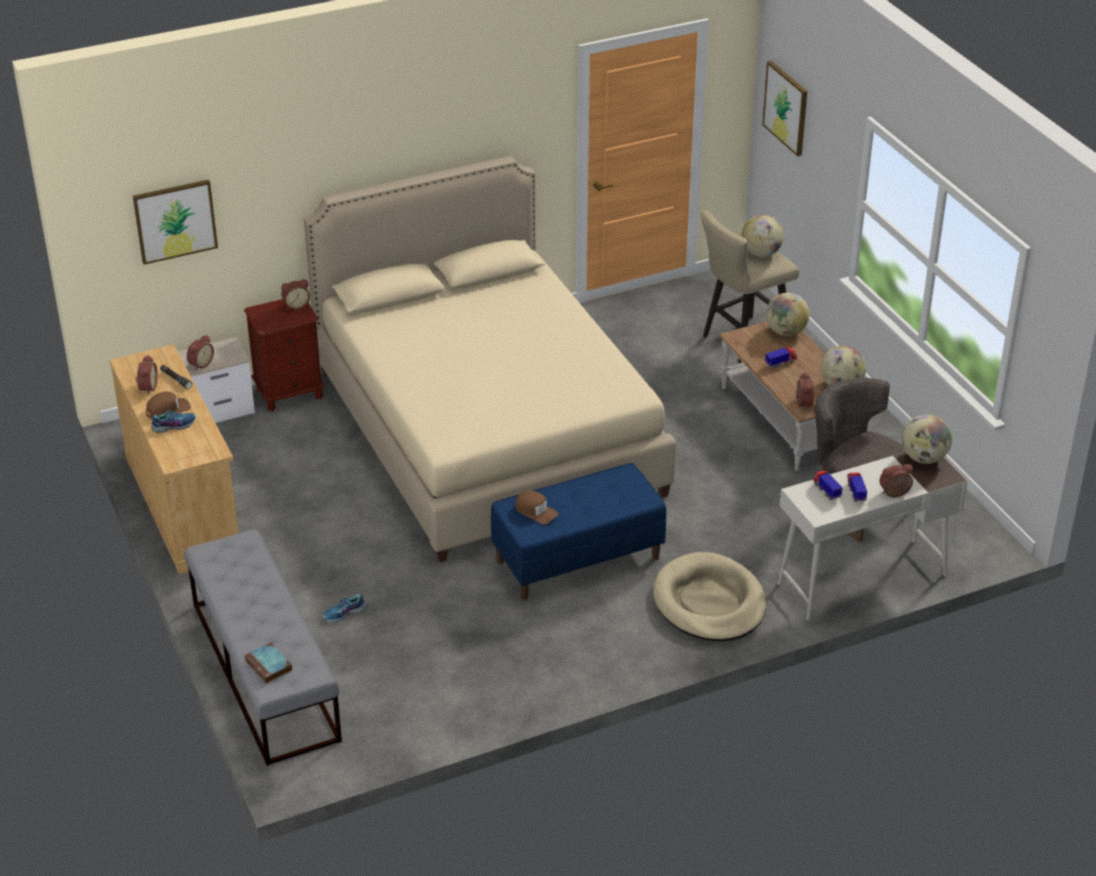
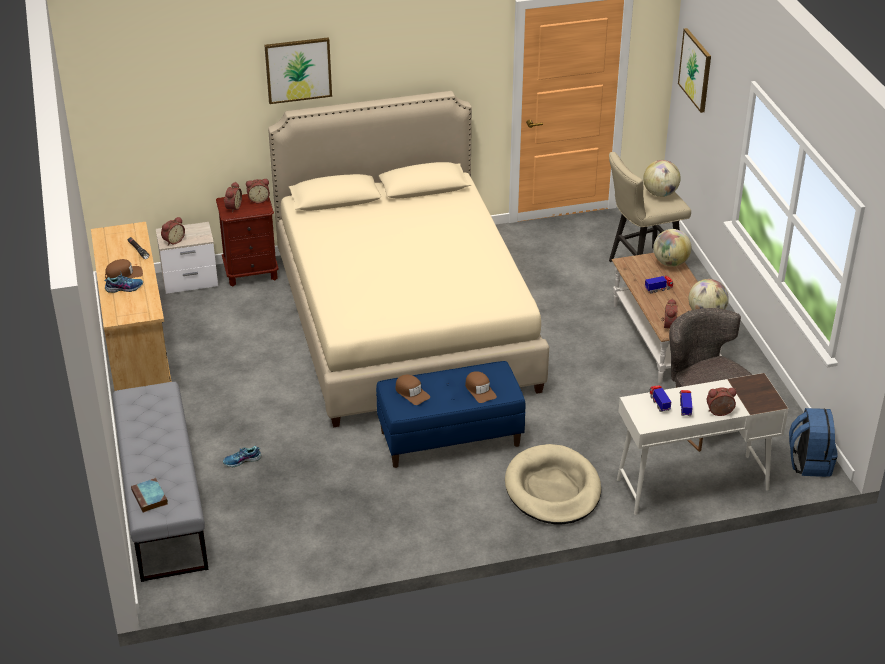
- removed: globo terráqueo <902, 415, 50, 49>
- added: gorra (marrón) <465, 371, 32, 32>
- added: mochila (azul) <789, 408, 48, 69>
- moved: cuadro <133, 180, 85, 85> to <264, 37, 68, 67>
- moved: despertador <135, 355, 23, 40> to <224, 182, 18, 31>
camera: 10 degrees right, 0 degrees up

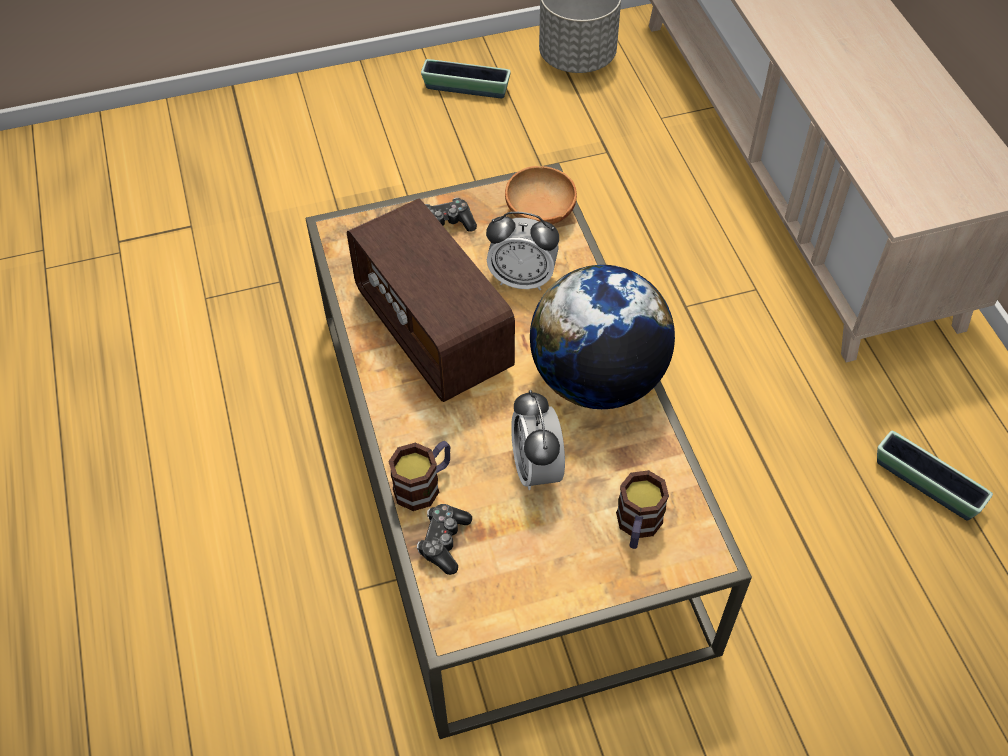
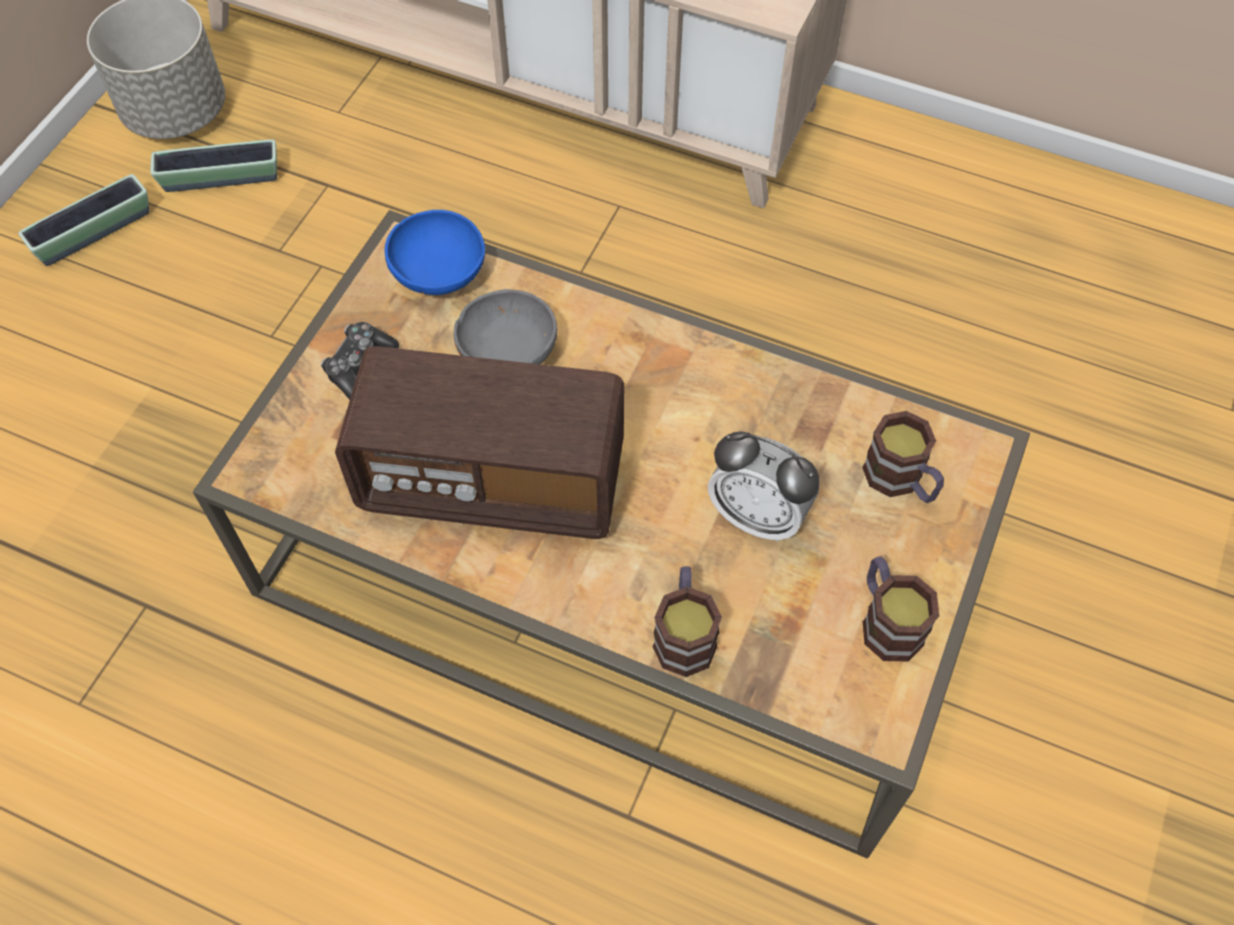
- removed: mando de consola <417, 504, 55, 71>
- removed: globo terráqueo <530, 265, 145, 144>
- added: taza grande <863, 556, 76, 106>
- moved: maceta <877, 431, 116, 90> to <150, 139, 127, 53>
- replaced: despertador <486, 212, 73, 78> to cuenco (gris) <454, 289, 103, 75>
- recoloured: cuenco (marrón) <505, 166, 72, 59> to cuenco (azul) <385, 210, 100, 85>
camera: 50 degrees left, 5 degrees up

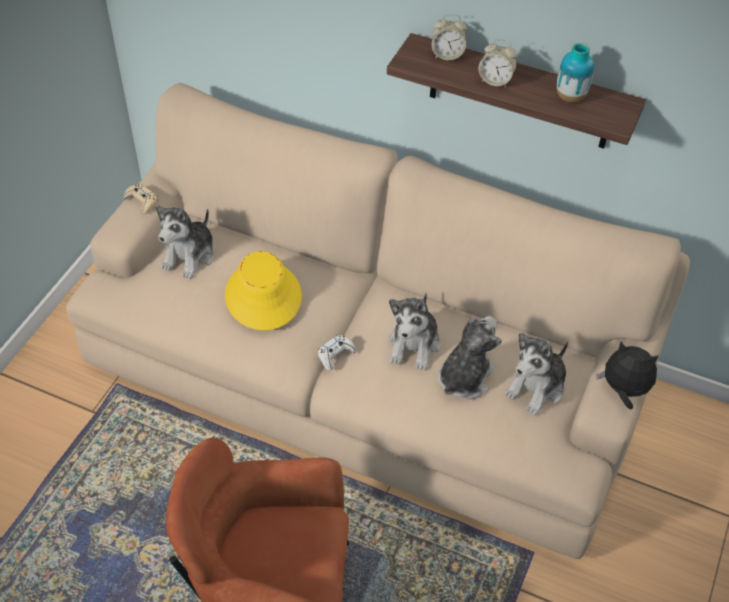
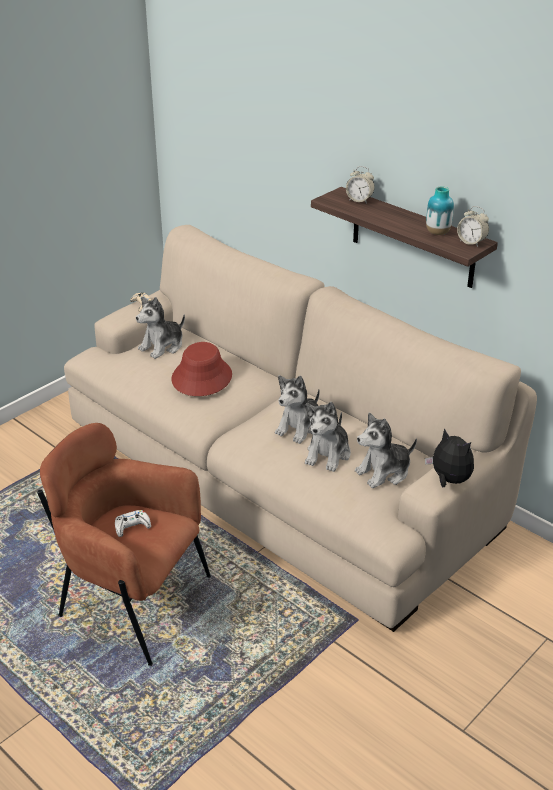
- moved: mando de consola (blanco) <318, 335, 38, 36> to <115, 510, 36, 27>
- moved: despertador <478, 39, 39, 48> to <457, 206, 32, 41>
- recoloured: sombrero (amarillo) <225, 251, 77, 79> to sombrero (rojo) <172, 342, 60, 54>
- turned: peluche <438, 316, 64, 83> = <305, 402, 46, 70> 150 degrees clockwise
camera: 20 degrees right, 15 degrees down

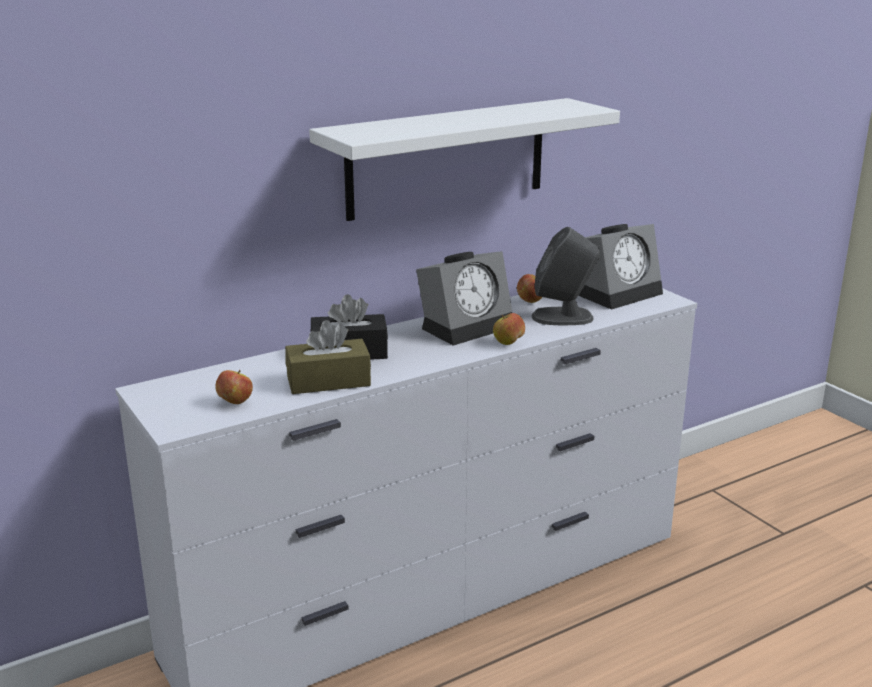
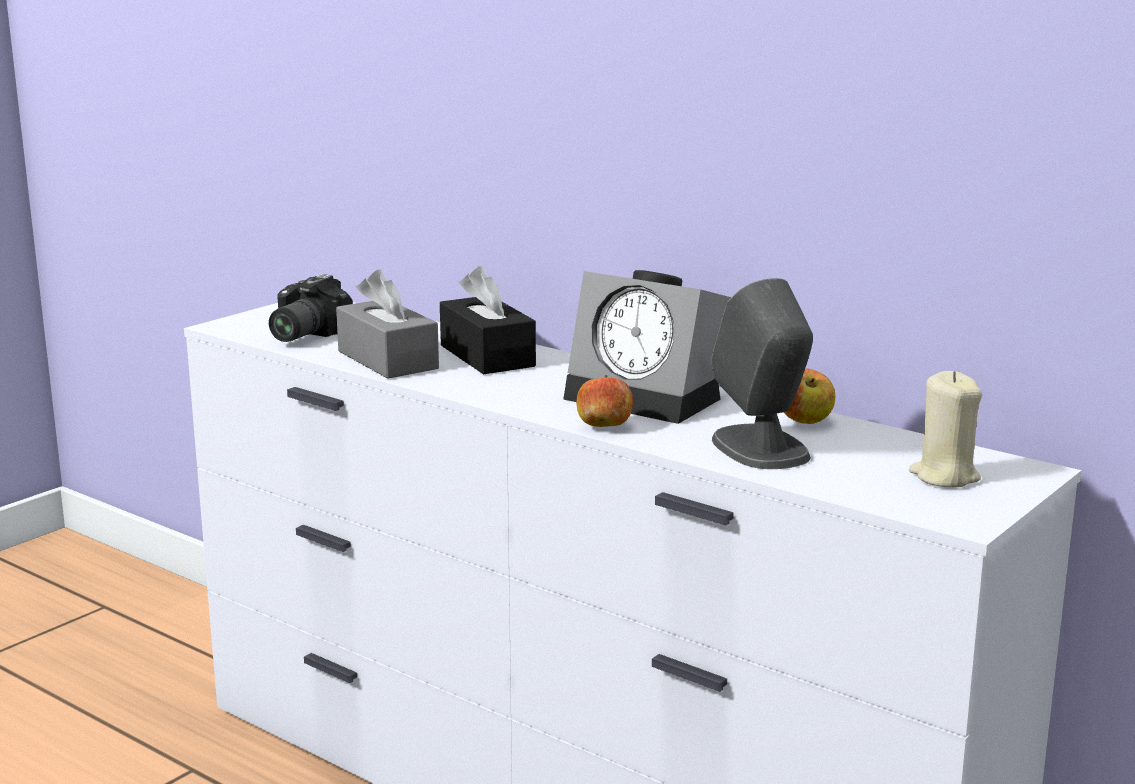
- removed: estante (blanco) <309, 98, 311, 123>
- replaced: manzana <215, 370, 38, 34> to cámara <269, 274, 84, 68>
- replaced: despertador <578, 224, 85, 86> to vela (beis) <909, 371, 73, 116>
- recoloured: caja de pañuelos (marrón) <285, 320, 86, 74> to caja de pañuelos (gris) <336, 270, 103, 109>
camera: 70 degrees right, 5 degrees down

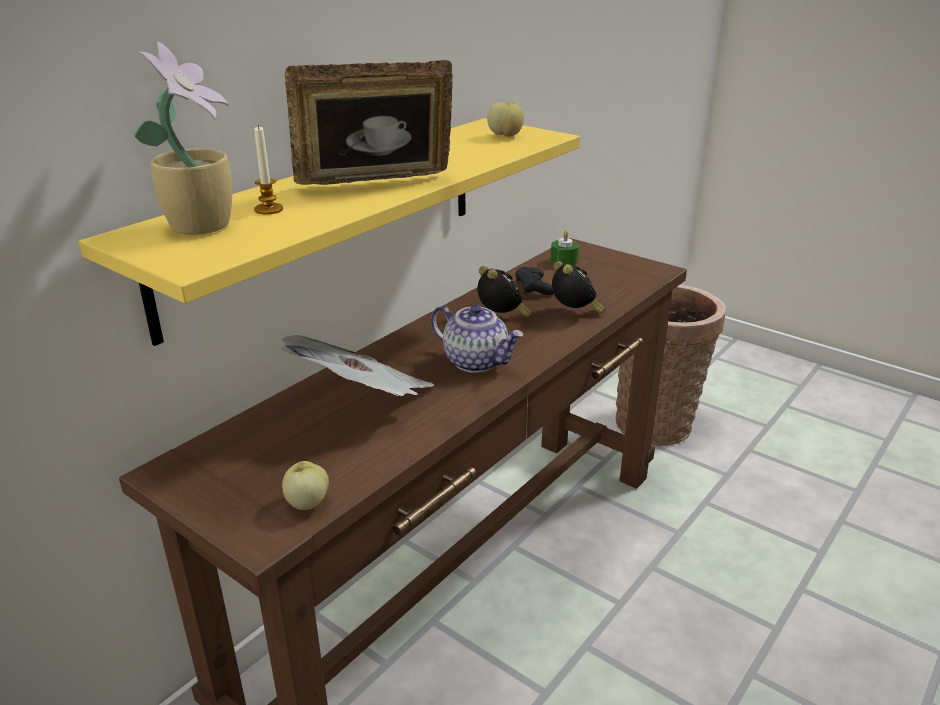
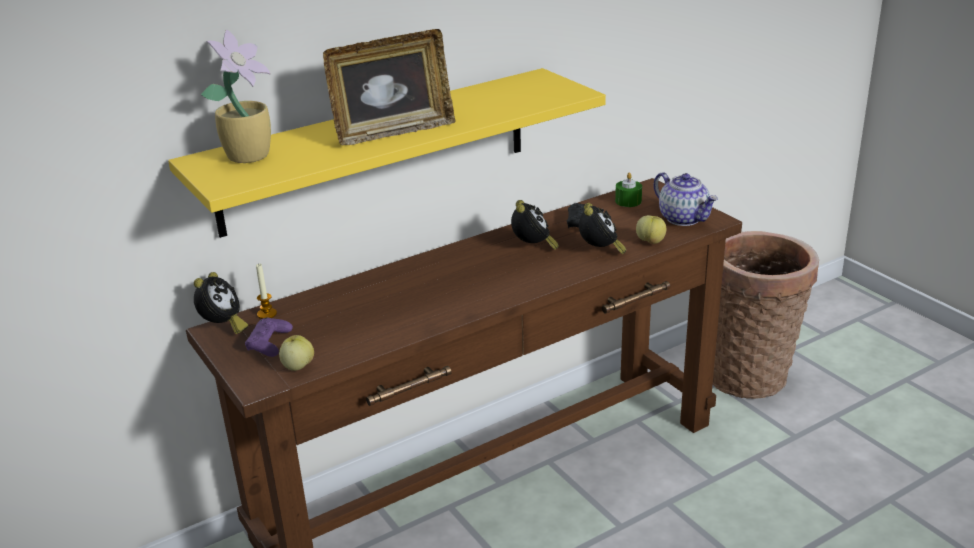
- removed: periódico <279, 335, 155, 62>
- added: despertador <194, 272, 54, 62>
- added: mando de consola (morado) <245, 317, 48, 40>
- moved: vela <254, 125, 29, 90> to <256, 263, 21, 56>
- moved: tetera <431, 304, 93, 69> to <654, 172, 64, 54>
- moved: manzana <487, 102, 37, 35> to <636, 215, 30, 29>
- turned: portarretratos <285, 60, 168, 125> = <323, 29, 133, 116> 150 degrees clockwise
camera: 20 degrees right, 0 degrees up

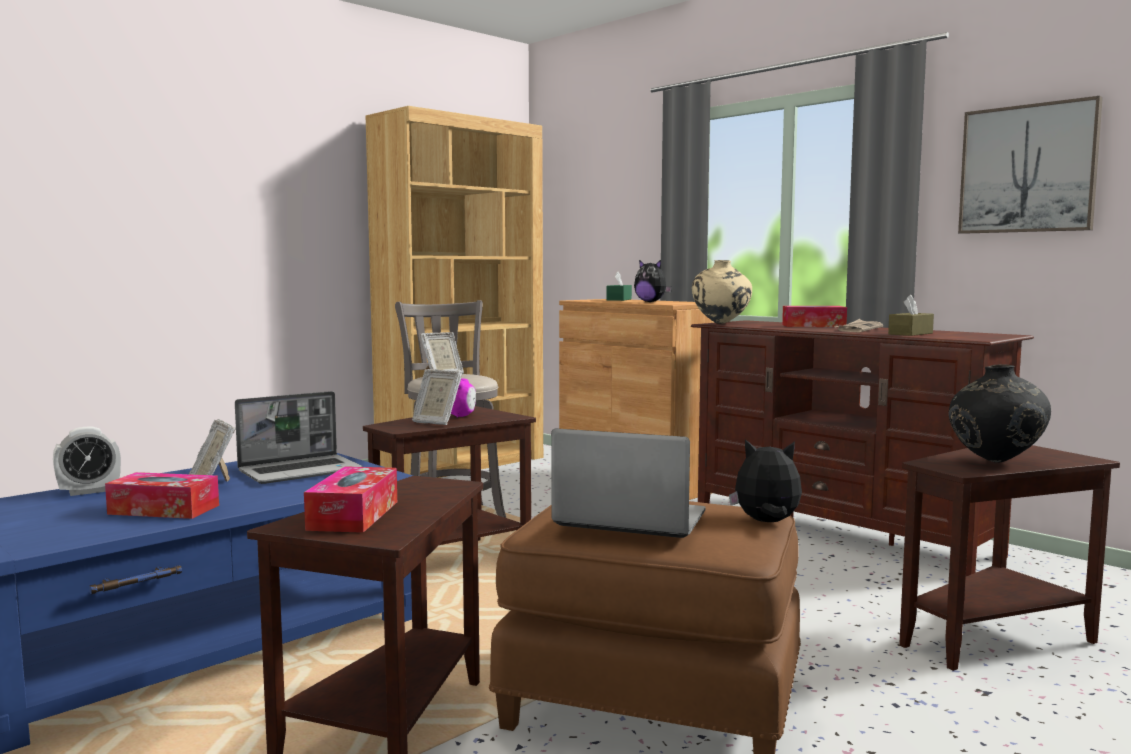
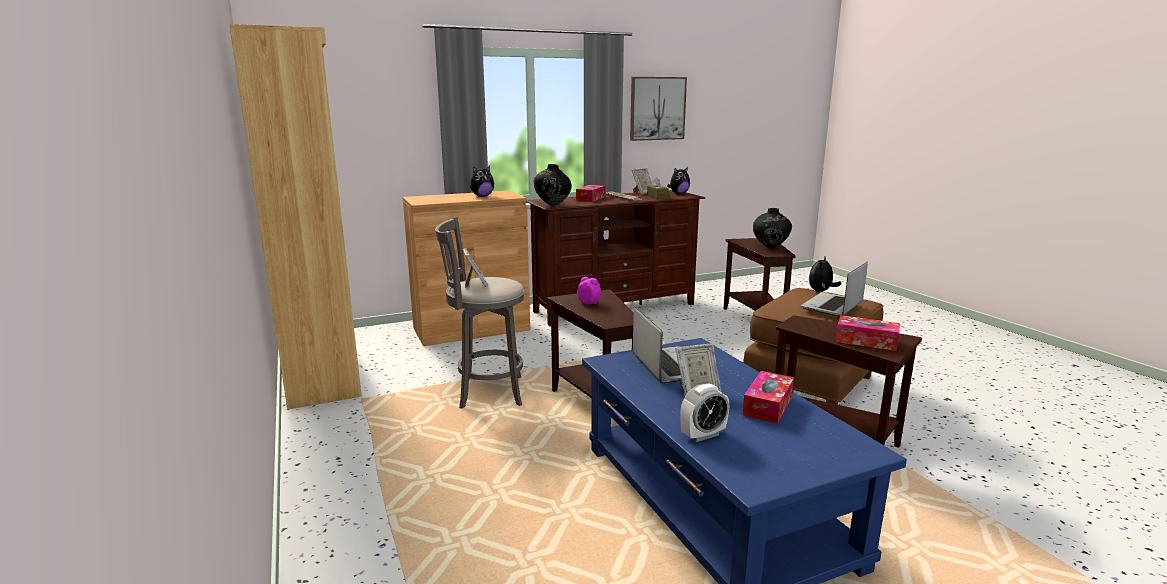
- removed: caja de pañuelos (verde) <606, 272, 26, 29>
- added: peluche <667, 167, 23, 27>
- moved: portarretratos <412, 369, 50, 56> to <631, 168, 22, 27>
- recoloured: florero (beis) <692, 260, 60, 64> to florero (negro) <534, 164, 38, 42>
- turned: despertador <53, 426, 68, 70> = <680, 383, 49, 59> 75 degrees clockwise
camera: 70 degrees left, 10 degrees up

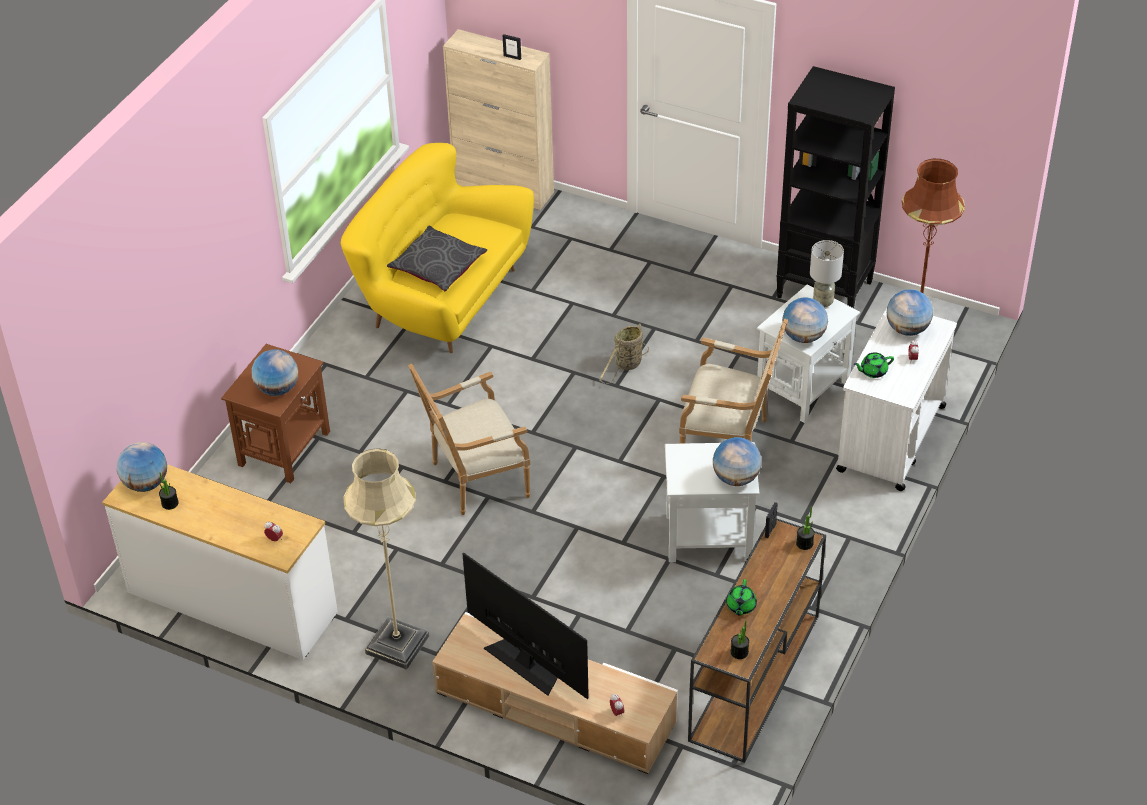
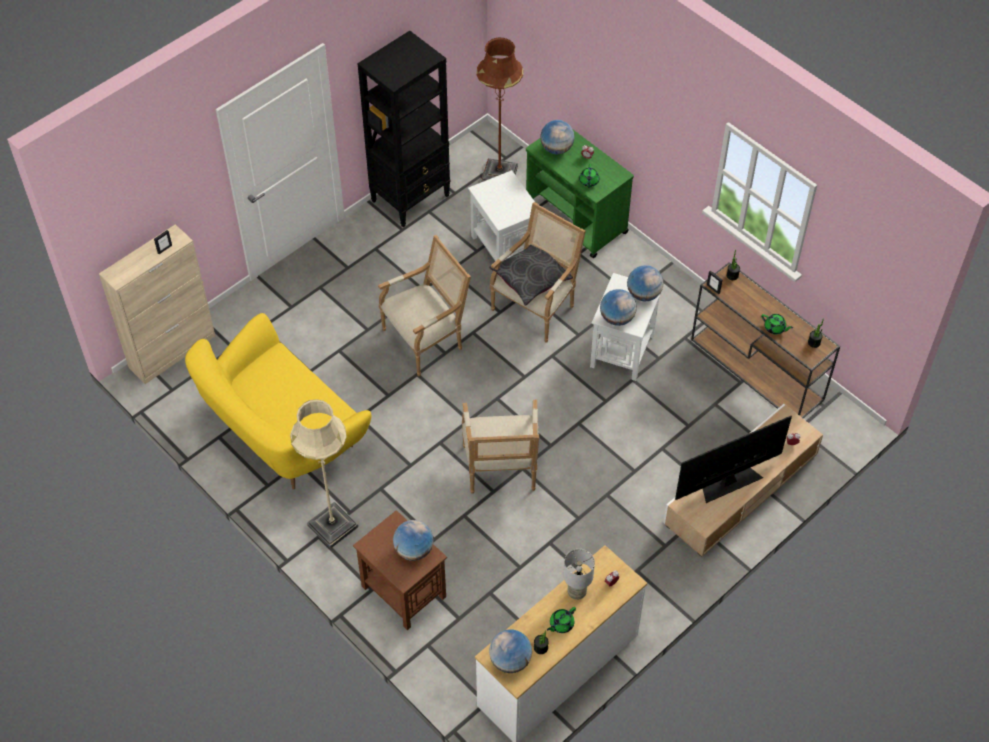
- added: tetera (verde) <547, 607, 29, 26>
- moved: lámpara de pie (beis) <343, 448, 86, 222> to <290, 399, 68, 150>
- moved: cojín (gris) <387, 226, 100, 66> to <489, 245, 84, 61>
- moved: globo terráqueo <782, 297, 46, 46> to <600, 289, 37, 37>
- moved: lámpara de mesa (gris) <810, 240, 34, 67> to <563, 549, 32, 51>
- replaced: cesta <599, 323, 50, 61> to sillón <378, 235, 93, 141>
- recoloured: carrito (blanco) <836, 308, 121, 183> to carrito (verde) <526, 130, 108, 128>
camera: 70 degrees left, 10 degrees up

